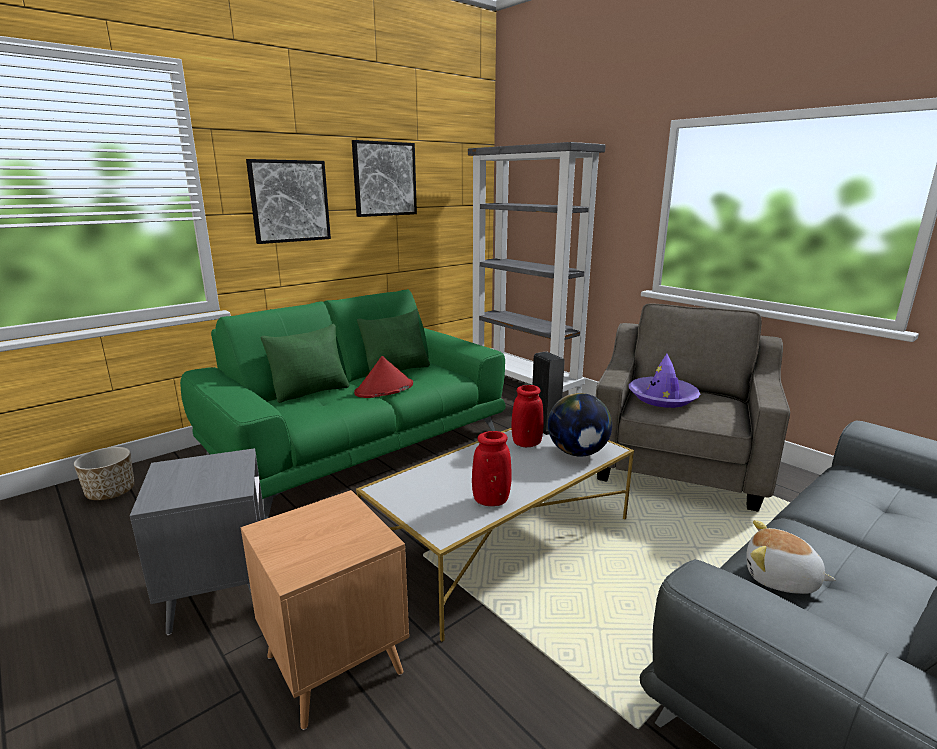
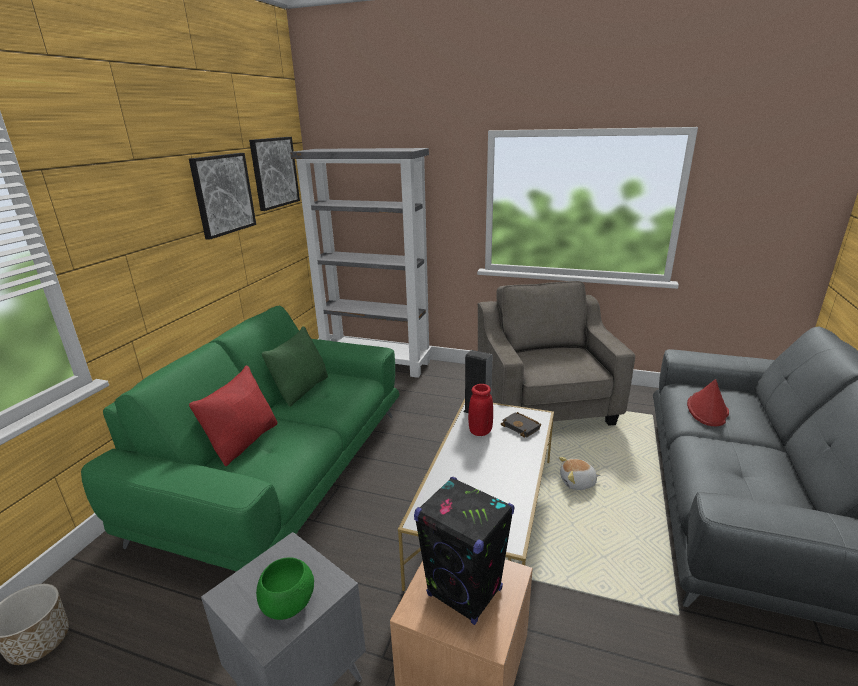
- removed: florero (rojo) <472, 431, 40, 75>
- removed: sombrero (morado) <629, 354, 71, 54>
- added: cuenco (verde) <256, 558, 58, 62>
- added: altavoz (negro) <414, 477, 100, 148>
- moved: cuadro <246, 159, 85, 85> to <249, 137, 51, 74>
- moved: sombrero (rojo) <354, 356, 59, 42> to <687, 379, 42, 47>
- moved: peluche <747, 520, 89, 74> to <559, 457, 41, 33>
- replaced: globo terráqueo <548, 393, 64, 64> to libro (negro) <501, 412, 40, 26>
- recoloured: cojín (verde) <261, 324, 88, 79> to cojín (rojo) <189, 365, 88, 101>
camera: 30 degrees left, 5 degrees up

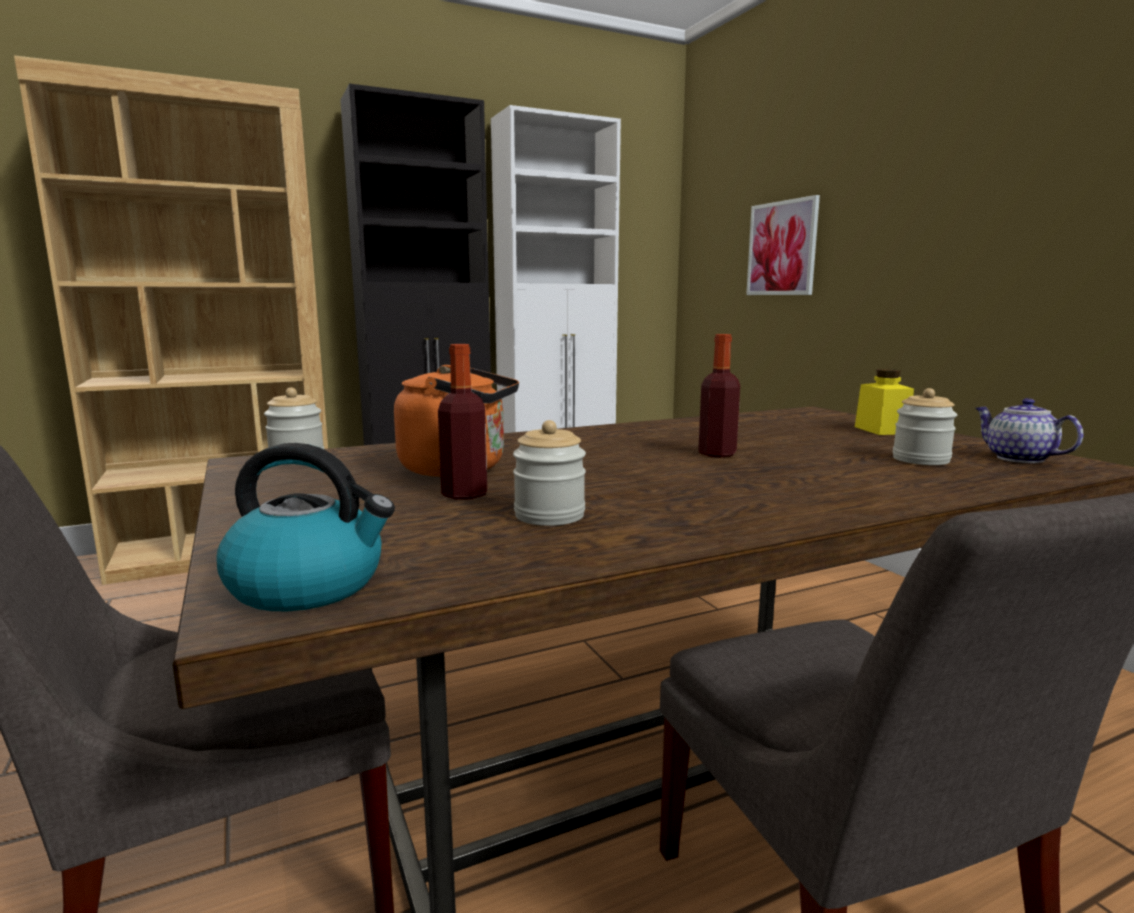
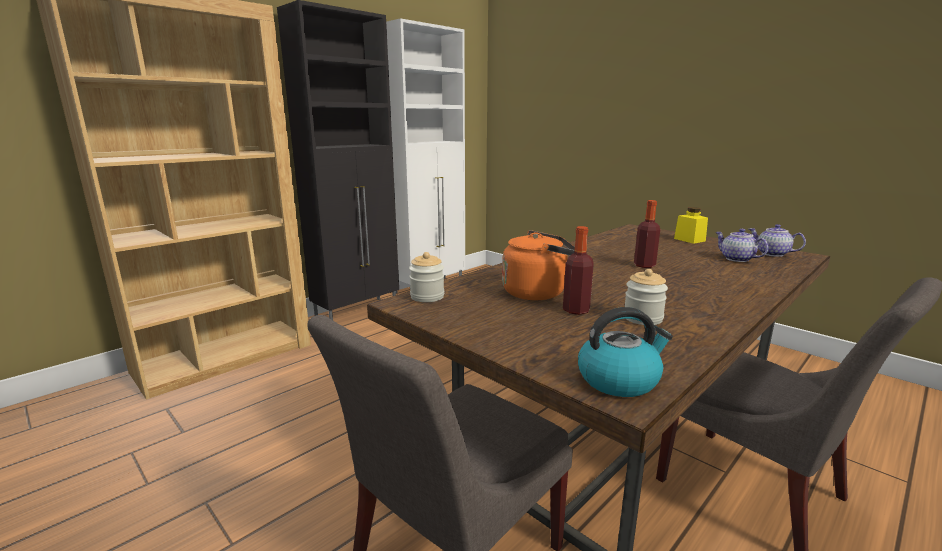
- removed: cuadro <746, 195, 74, 100>
- replaced: tarro <893, 388, 64, 77> to tetera <715, 229, 53, 33>
camera: 20 degrees left, 5 degrees up

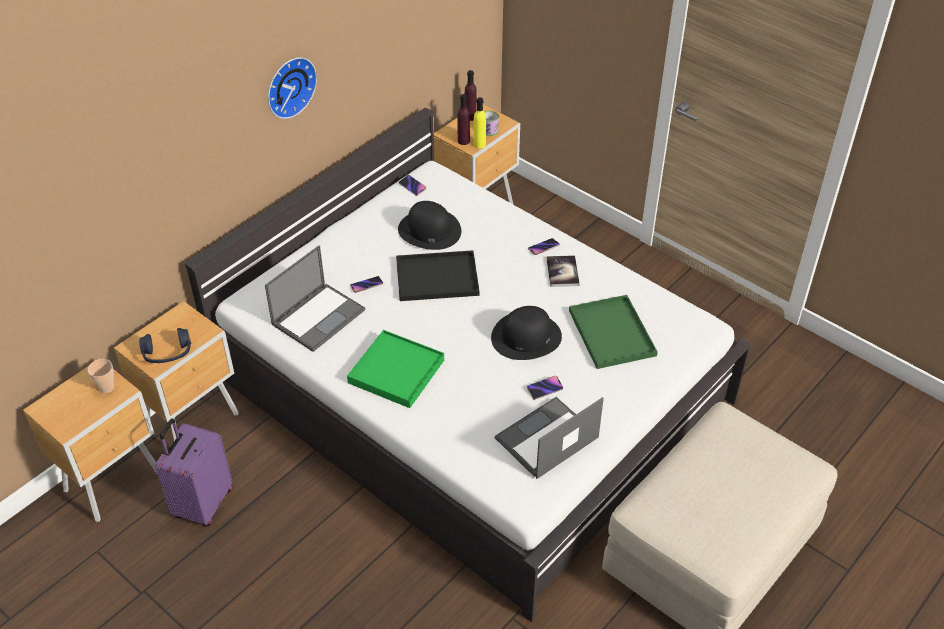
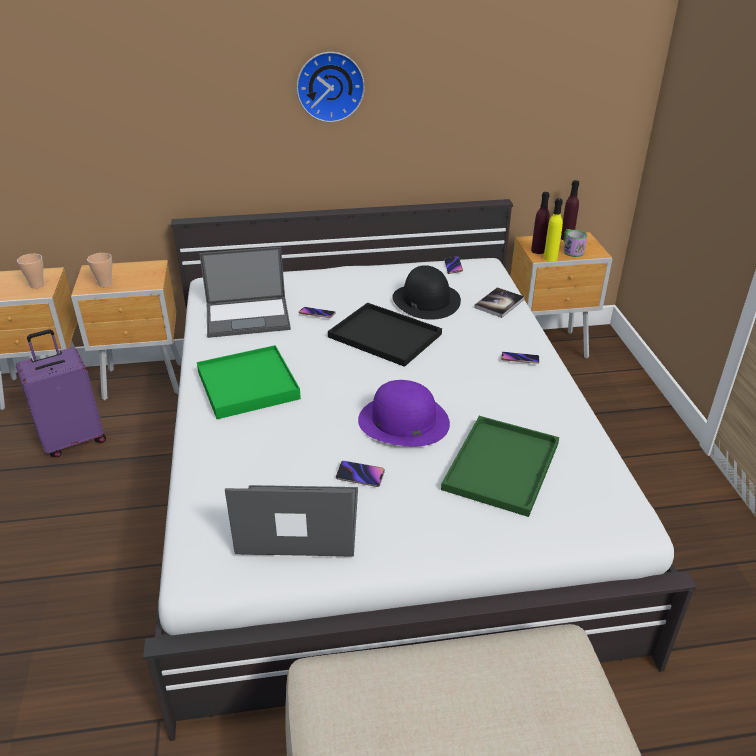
- moved: libro <547, 255, 33, 32> to <474, 287, 50, 31>
- replaced: auriculares (azul) <139, 328, 52, 35> to taza <87, 253, 25, 35>
- recoloured: sombrero (negro) <491, 306, 71, 54> to sombrero (morado) <358, 380, 92, 66>
camera: 40 degrees right, 10 degrees down

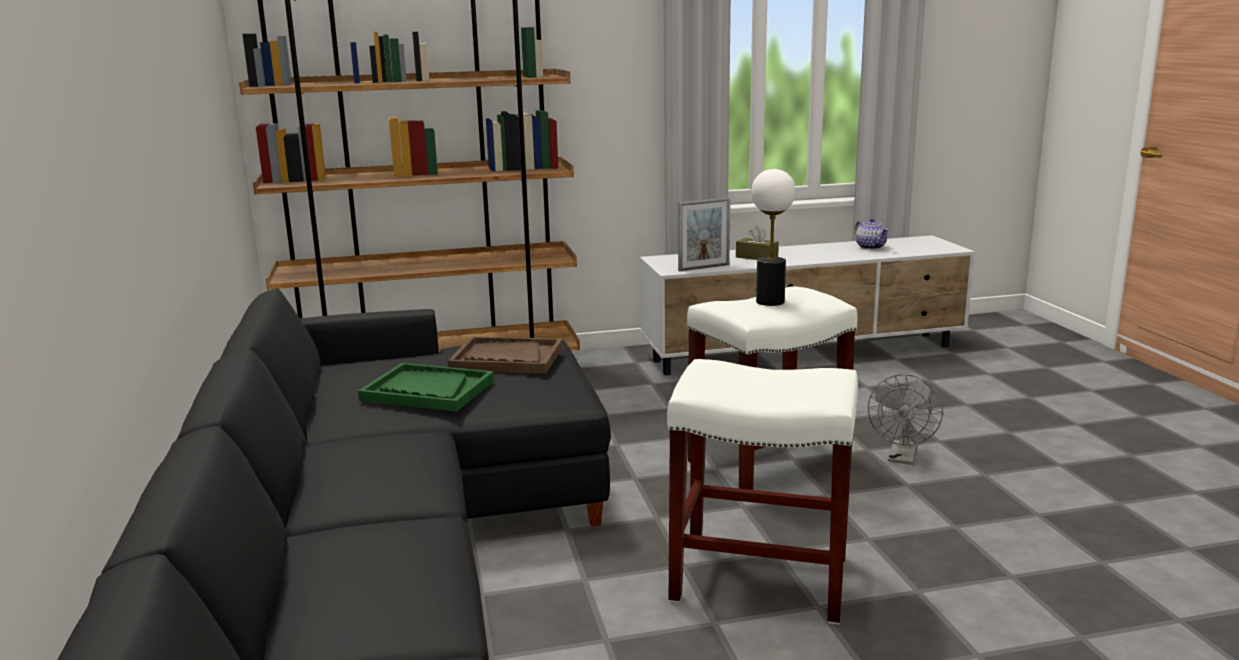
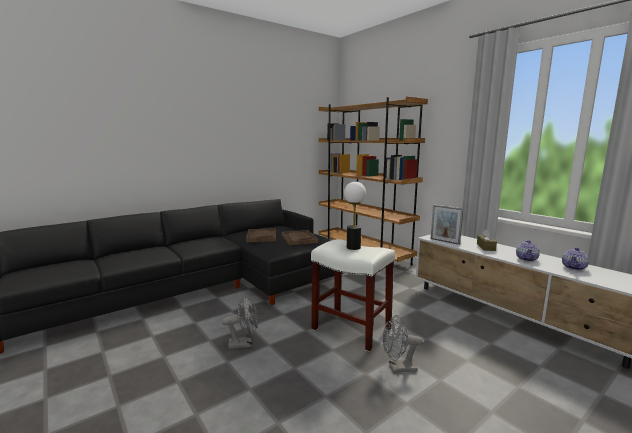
- added: tetera <516, 240, 24, 22>
- replaced: taburete (blanco) <667, 359, 191, 265> to ventilador (gris) <222, 297, 36, 52>
- recoloured: bandeja (verde) <358, 363, 136, 48> to bandeja (marrón) <246, 228, 30, 14>
camera: 65 degrees right, 5 degrees down

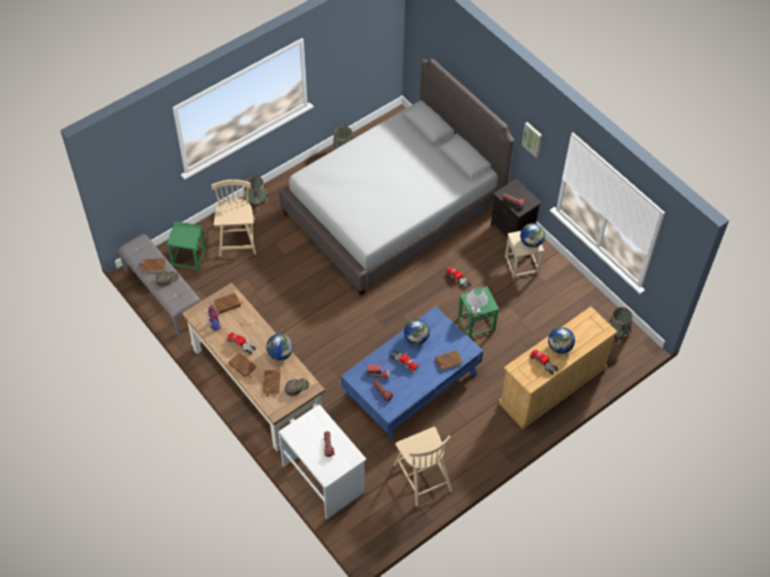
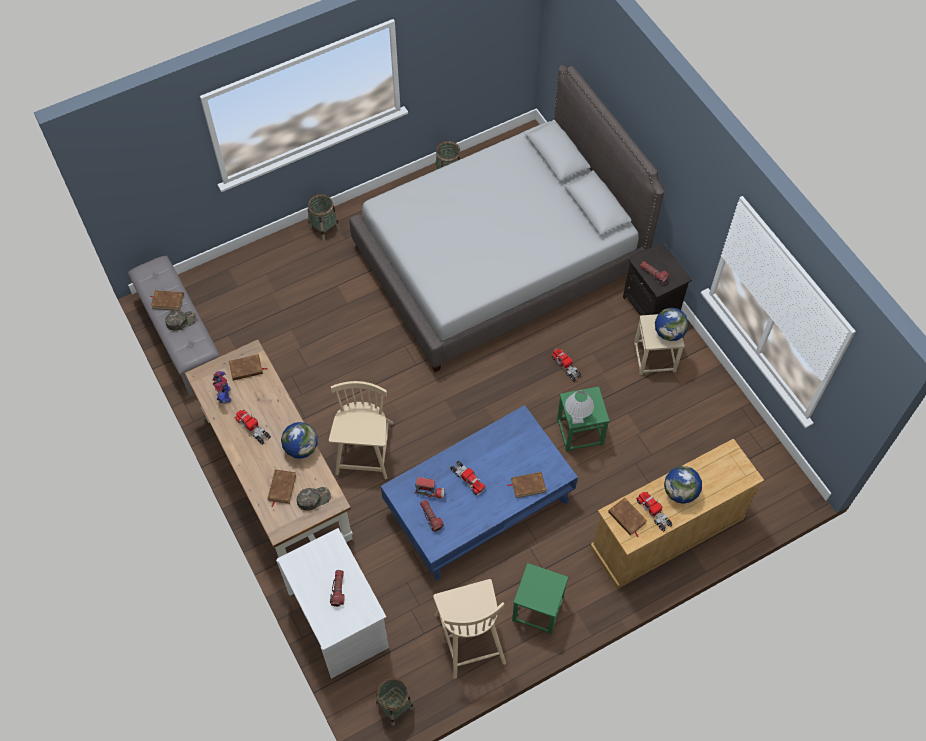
- removed: globo terráqueo <404, 319, 26, 26>
- removed: cuadro <522, 122, 20, 36>
- moved: taburete (verde) <167, 221, 39, 50> to <512, 563, 57, 71>
- moved: silla (beis) <211, 179, 45, 77> to <329, 381, 64, 98>
- moved: libro (marrón) <228, 352, 28, 26> to <608, 498, 39, 39>
- moved: cesta <609, 307, 24, 37> to <376, 678, 38, 48>
camera: 10 degrees right, 5 degrees up

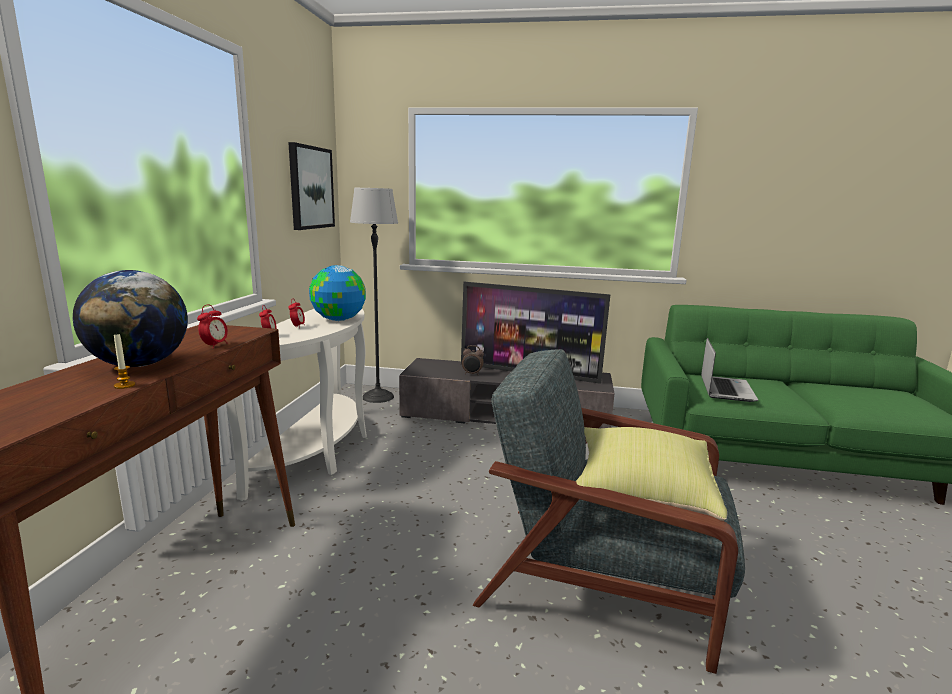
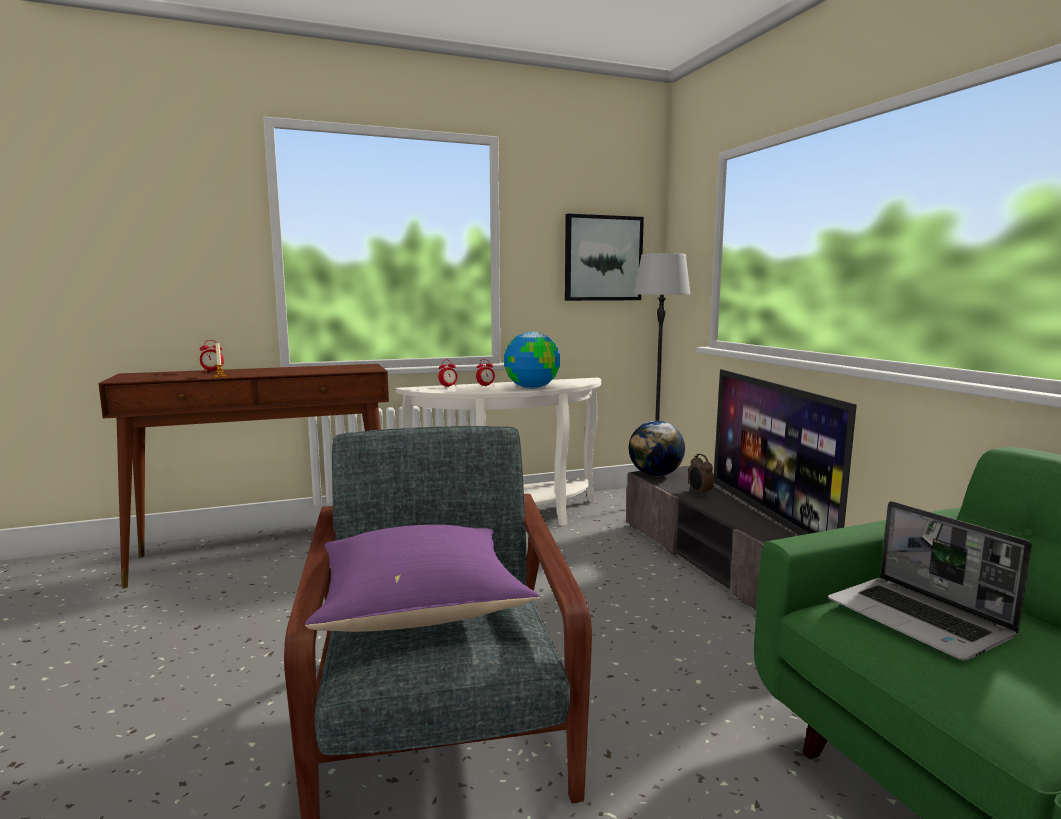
- moved: globo terráqueo <73, 270, 115, 97> to <629, 421, 56, 55>
- moved: despertador <197, 305, 31, 43> to <200, 340, 24, 32>
- recoloured: cojín (amarillo) <576, 427, 151, 94> to cojín (morado) <305, 525, 235, 107>
- turned: portátil <701, 338, 57, 64> = <828, 501, 204, 160> 75 degrees clockwise
camera: 60 degrees right, 5 degrees down

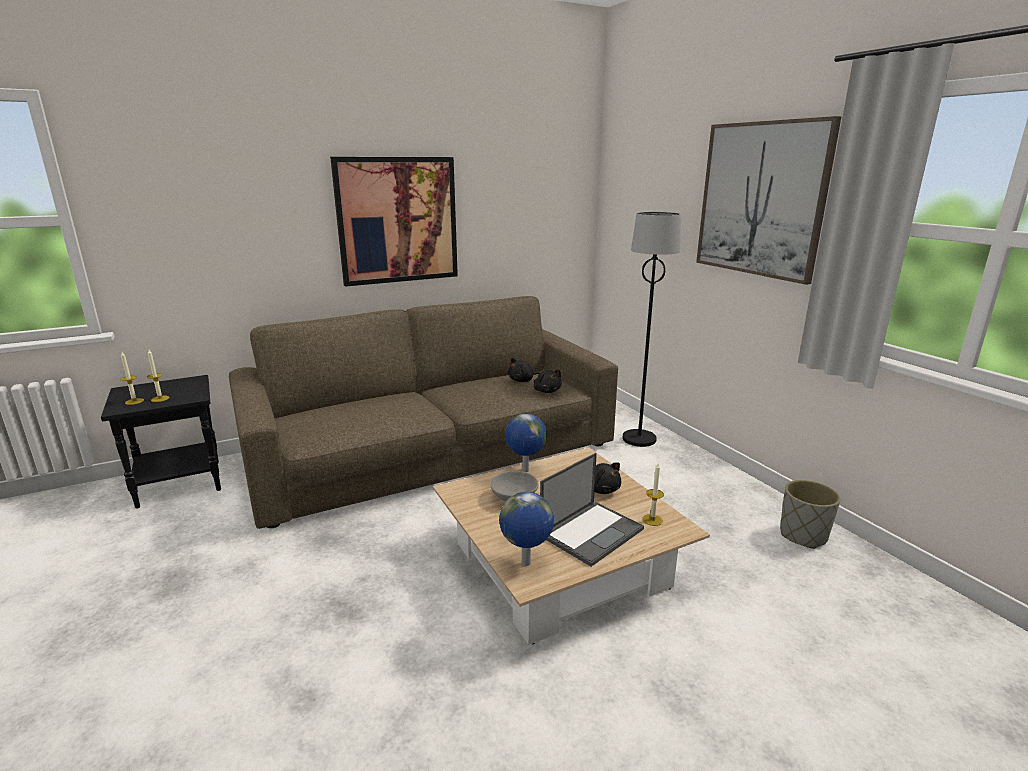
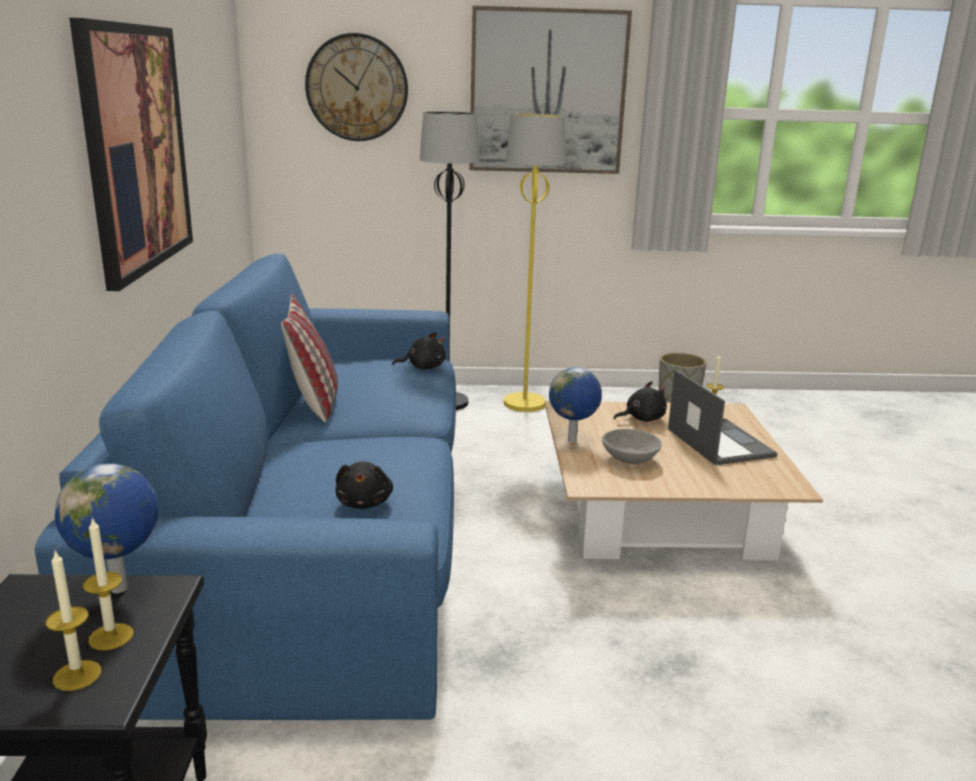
- added: cojín <281, 294, 57, 129>
- added: reloj de pared <305, 33, 103, 108>
- added: lámpara de pie (amarillo) <504, 113, 62, 299>
- moved: globo terráqueo <499, 492, 55, 74> to <55, 463, 103, 130>
- moved: peluche (negro) <508, 358, 32, 24> to <336, 461, 57, 48>
- recoloured: sofá (marrón) <229, 296, 389, 233> to sofá (azul) <35, 254, 421, 466>
camera: 65 degrees left, 0 degrees up

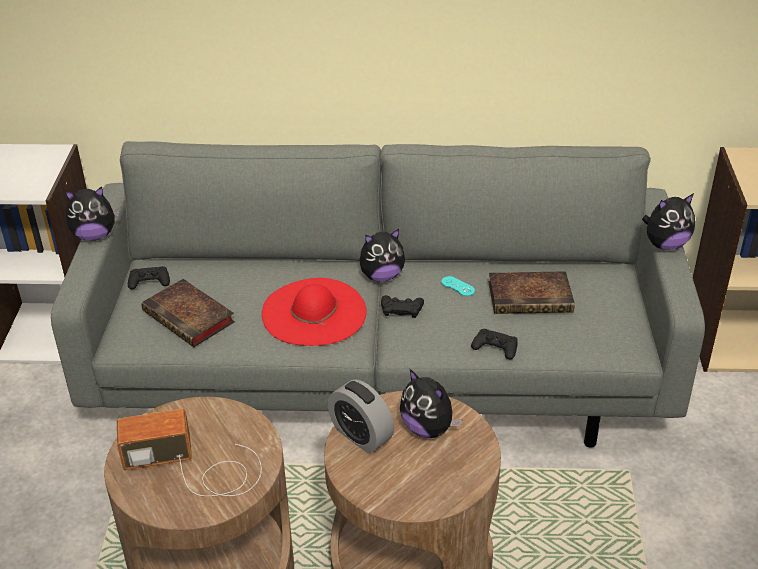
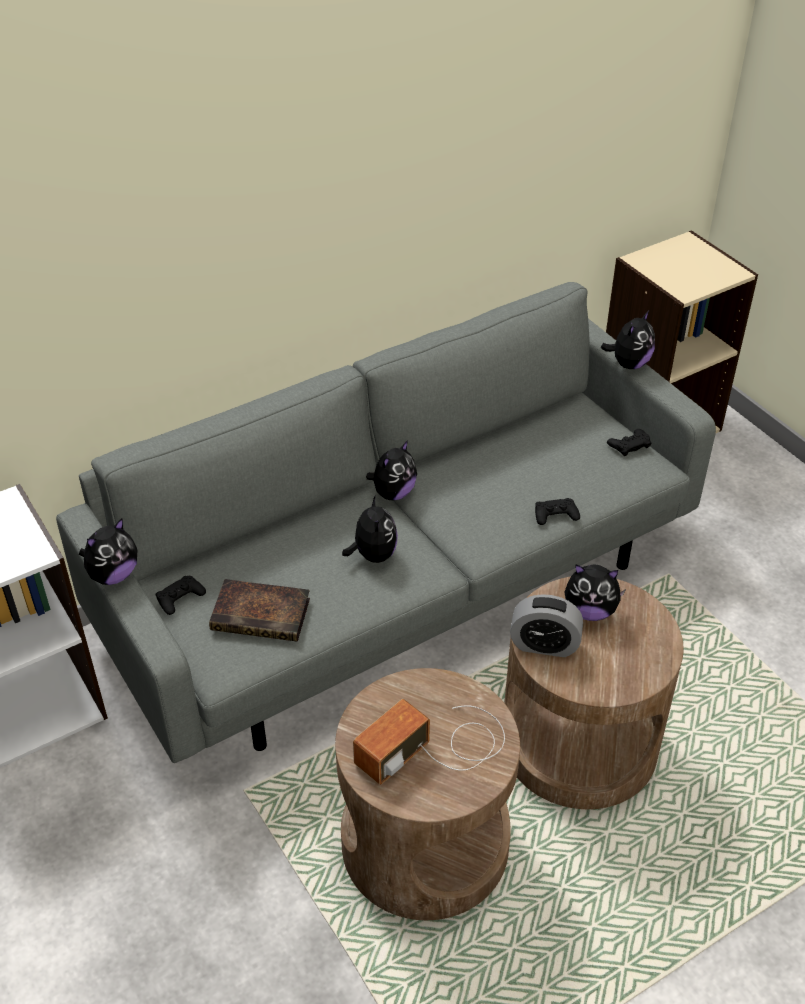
- removed: mando de consola (turquesa) <441, 276, 34, 20>
- removed: libro <488, 271, 87, 43>
- moved: mando de consola (negro) <381, 295, 43, 23> to <607, 429, 44, 27>
- replaced: sombrero (rojo) <262, 278, 105, 68> to peluche <342, 495, 56, 68>
camera: 35 degrees left, 5 degrees up

